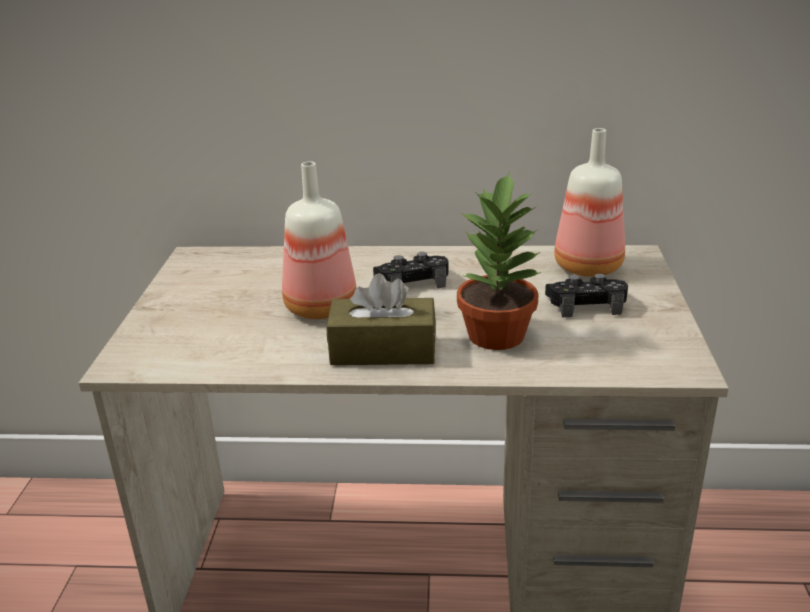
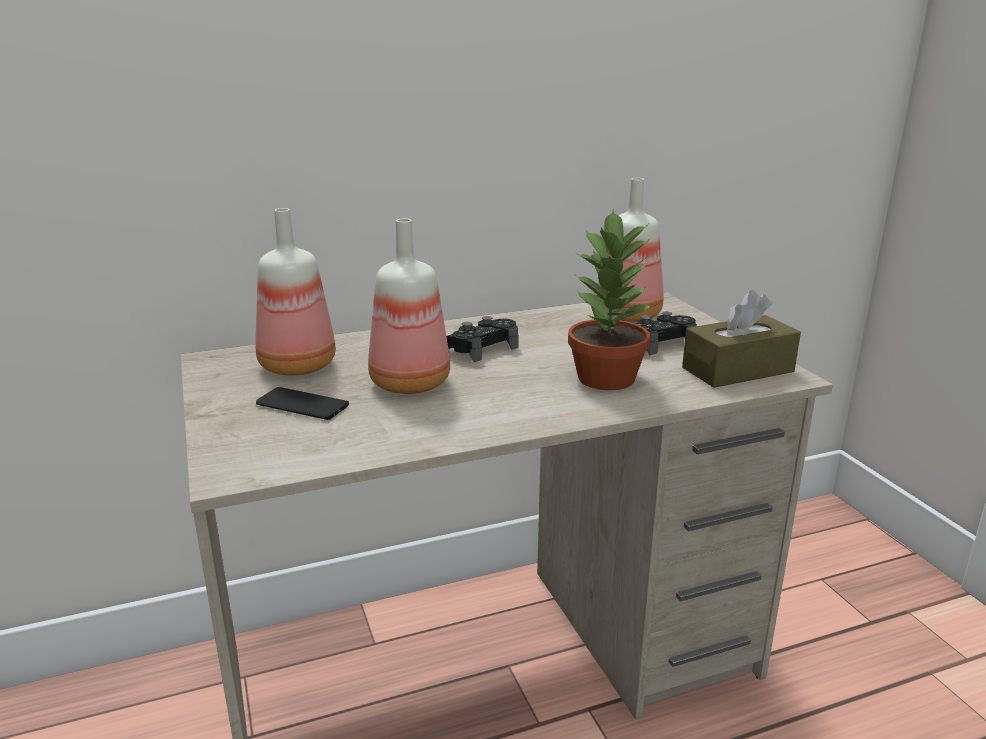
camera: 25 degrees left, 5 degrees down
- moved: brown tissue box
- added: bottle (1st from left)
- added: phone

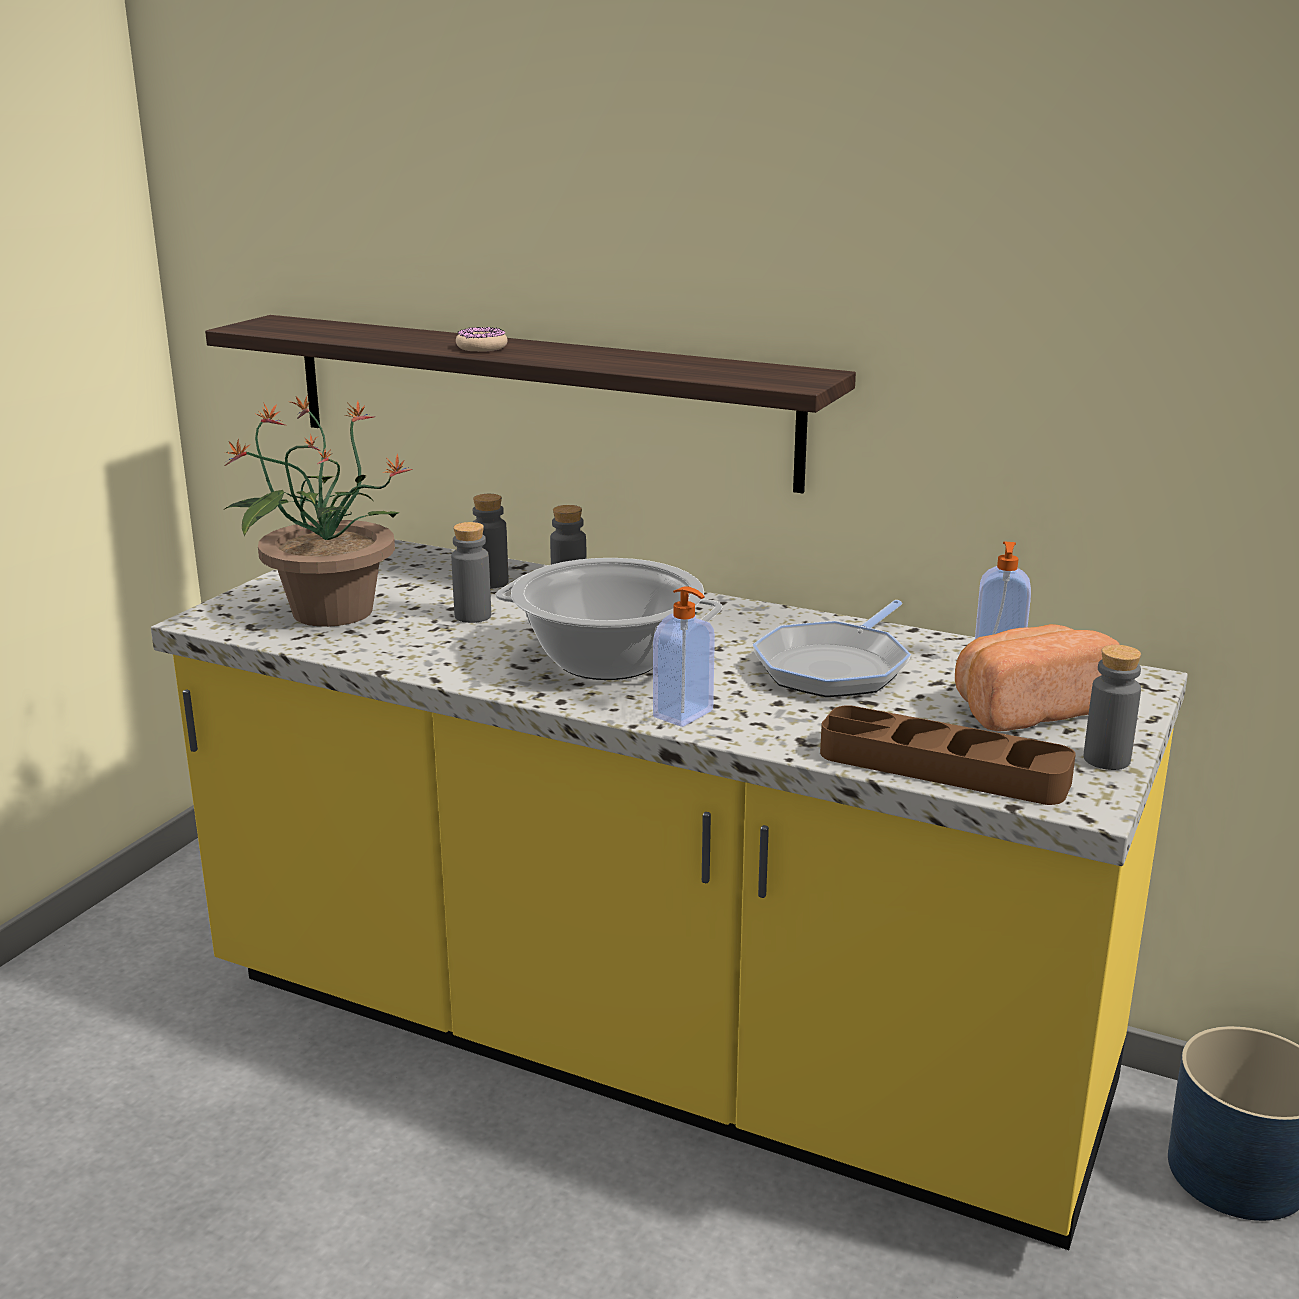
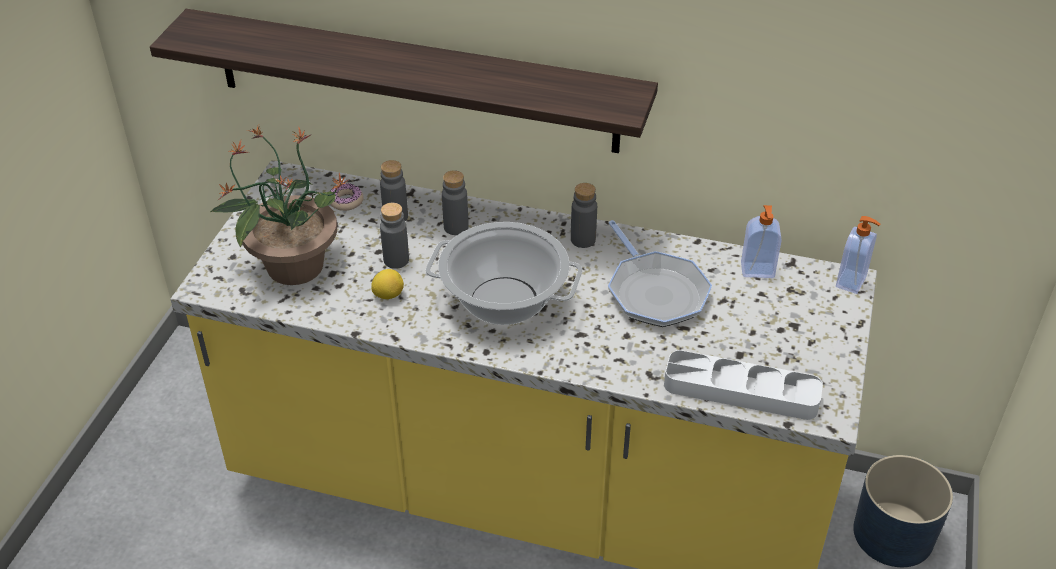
camera: 10 degrees left, 20 degrees up
- moved: donut
- moved: soap dispenser (1st from left in the first image) to soap dispenser (2nd from left)
- turned: frying pan 45 degrees counterclockwise
- removed: bread
- moved: grey bottle (4th from left)
- recoloured: brown tray to grey tray
- added: lemon

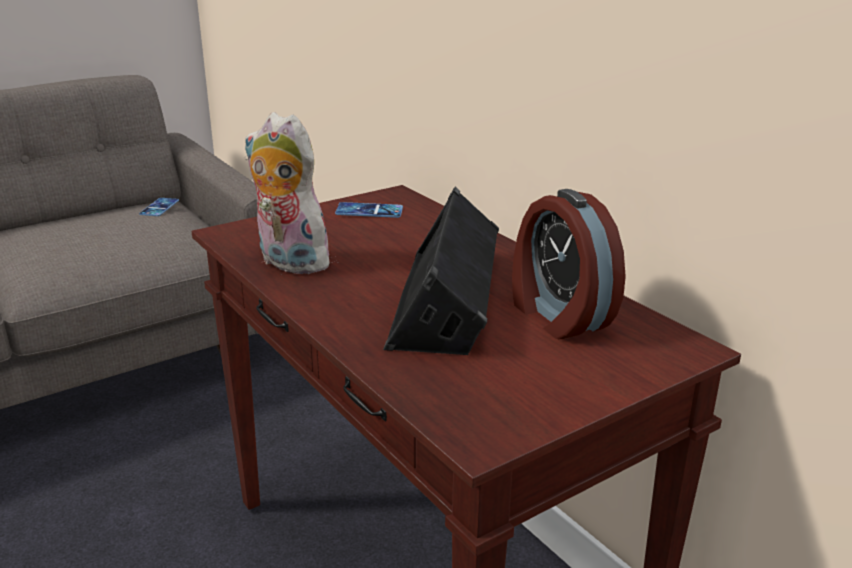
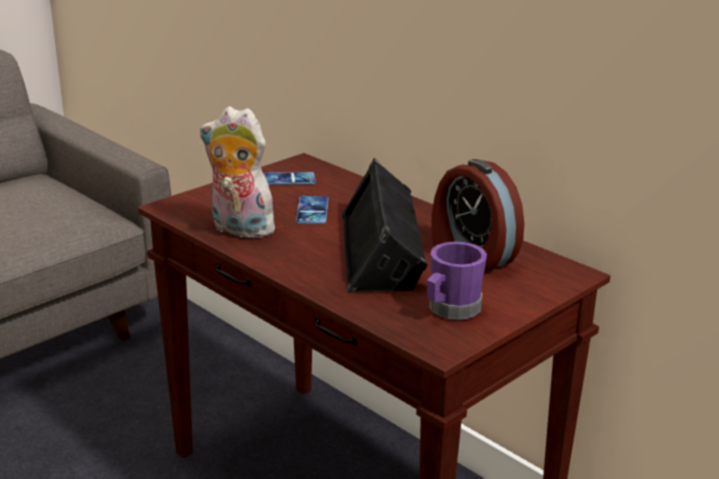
camera: 10 degrees left, 0 degrees up
- moved: phone (1st from left in the first image) to phone (2nd from left)
- added: purple mug

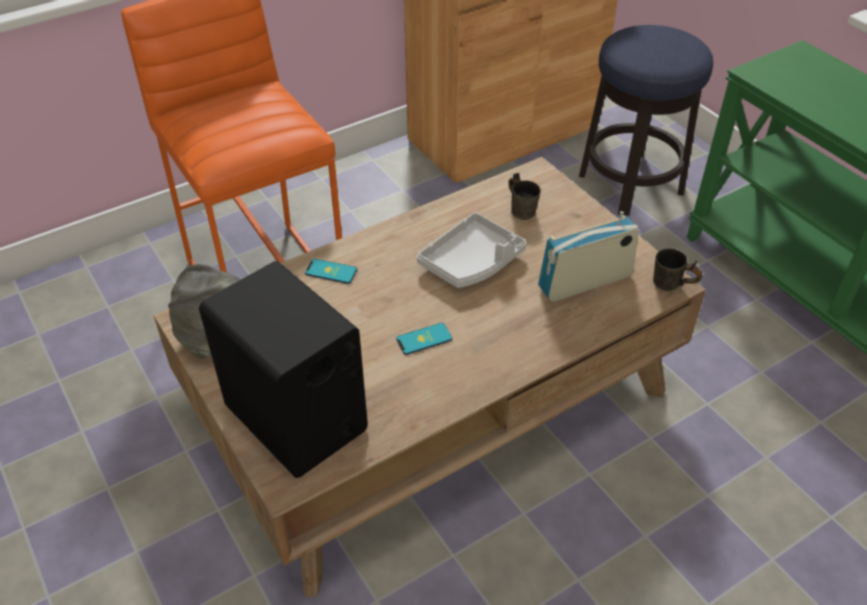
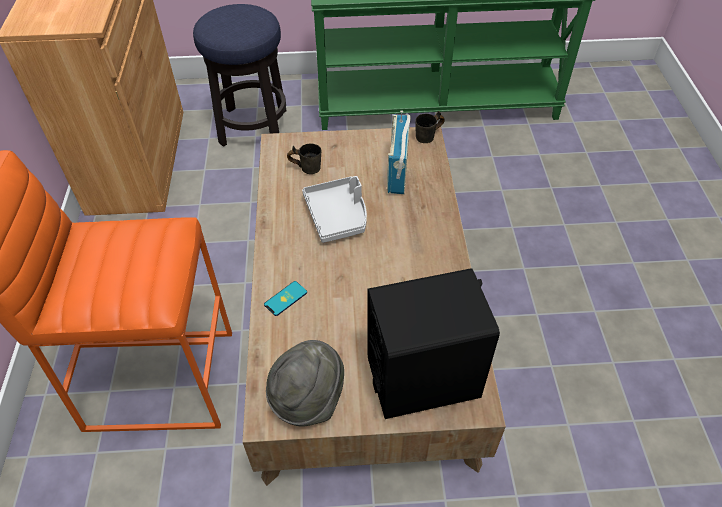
camera: 60 degrees left, 5 degrees up
- removed: phone (2nd from left)

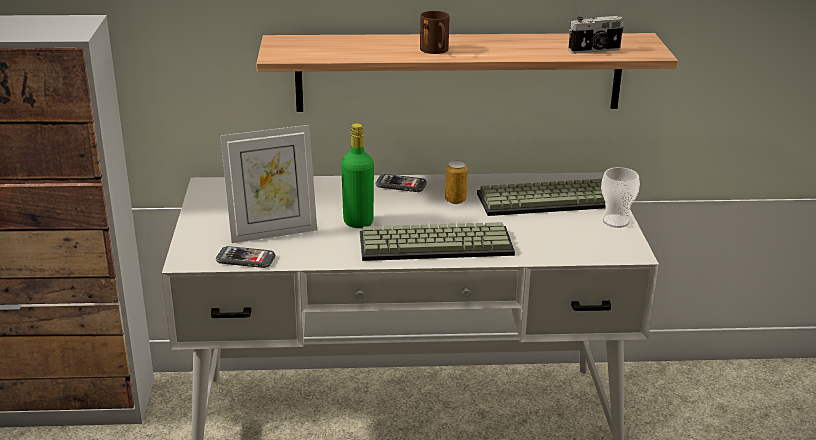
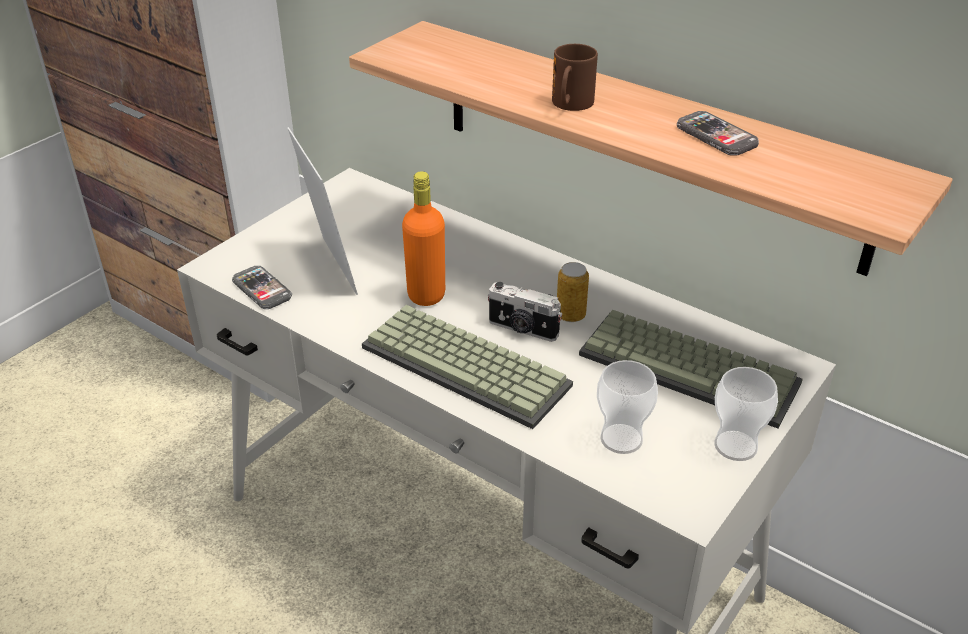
camera: 40 degrees right, 10 degrees up
- moved: photo camera
- recoloured: green bottle to orange bottle
- turned: picture frame 135 degrees counterclockwise
- moved: phone (2nd from left)
- added: cup (1st from left)

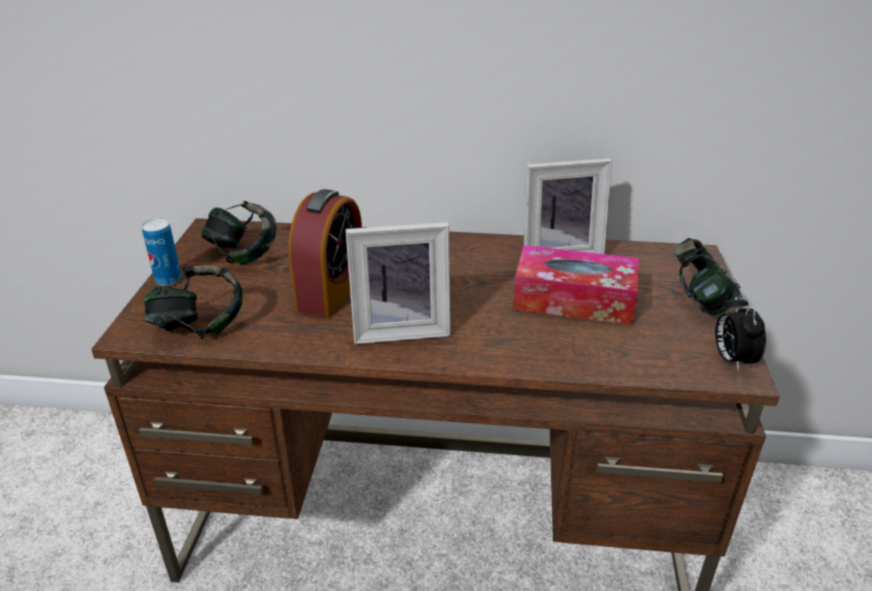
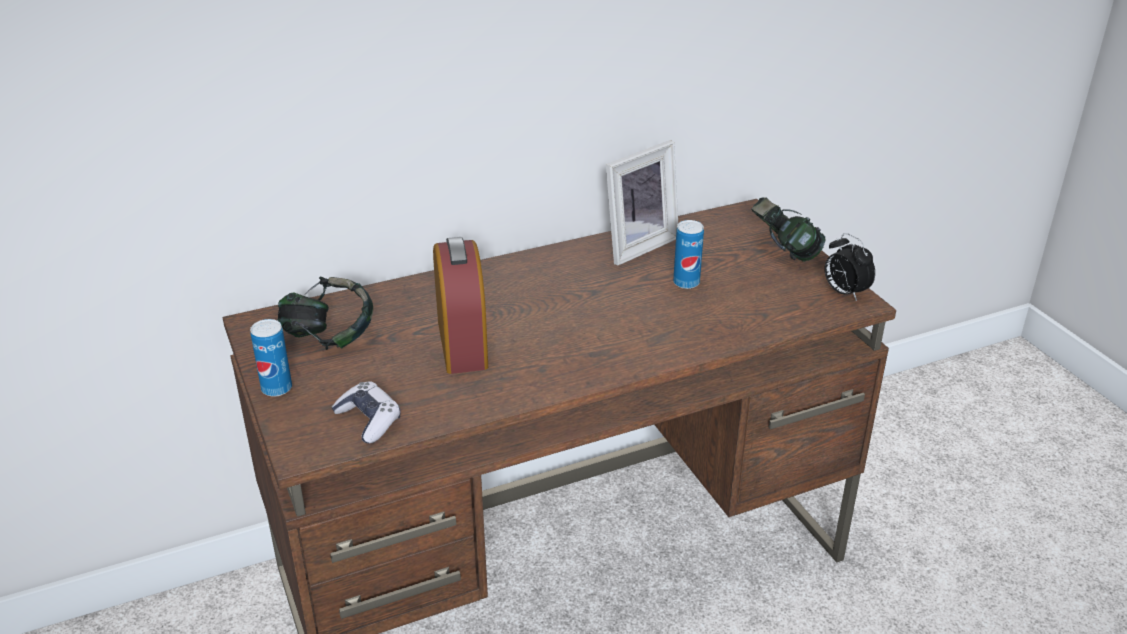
camera: 30 degrees left, 0 degrees up
- removed: picture frame (1st from left)
- replaced: tissue box to can (2nd from left)
- replaced: headphones (1st from left) to game controller

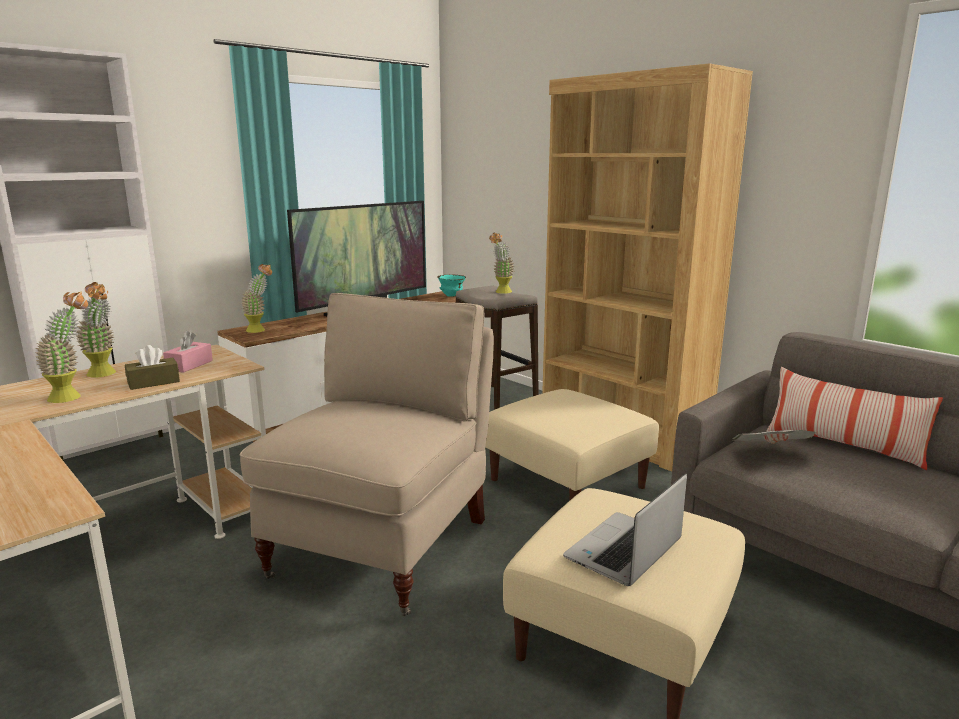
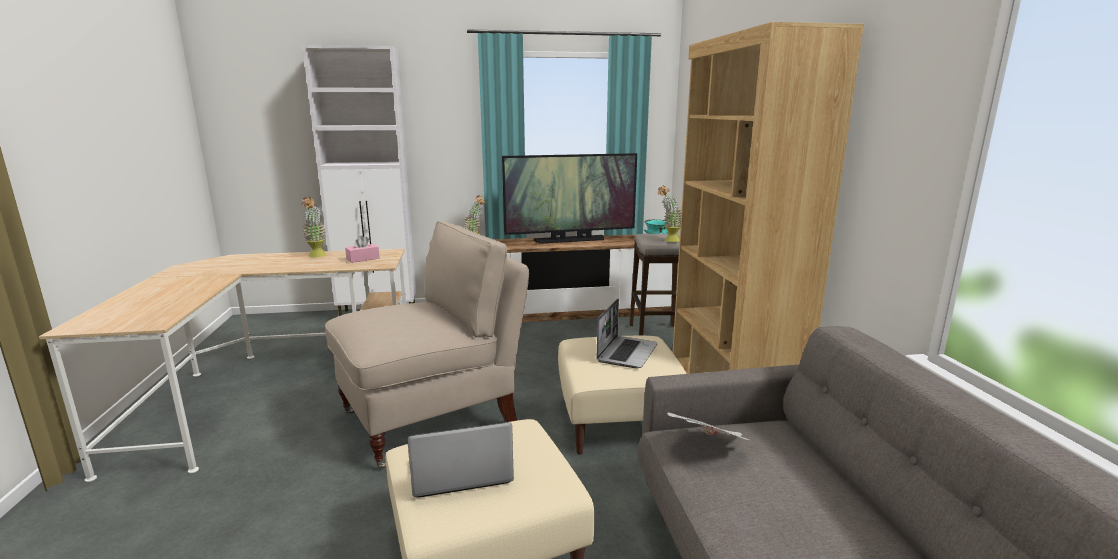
camera: 35 degrees right, 0 degrees up
- removed: potted plant (1st from left)
- removed: brown tissue box
- removed: pillow
- added: laptop (2nd from left)

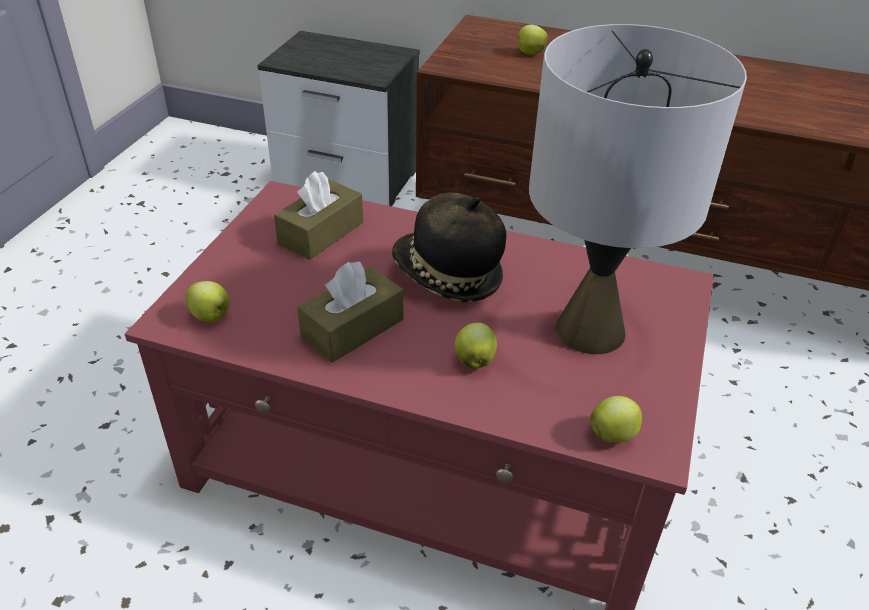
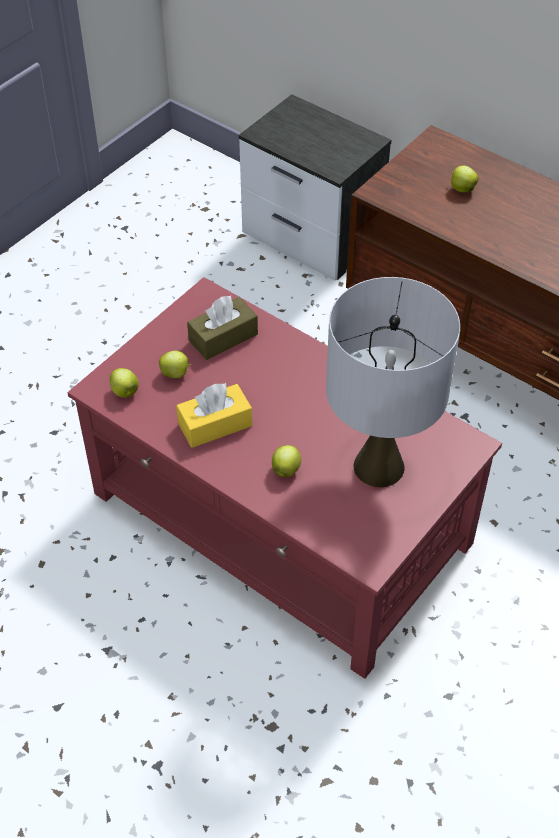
camera: 20 degrees right, 10 degrees up
- removed: hat
- recoloured: brown tissue box (2nd from left) to yellow tissue box
- moved: apple (4th from left in the first image) to apple (2nd from left)

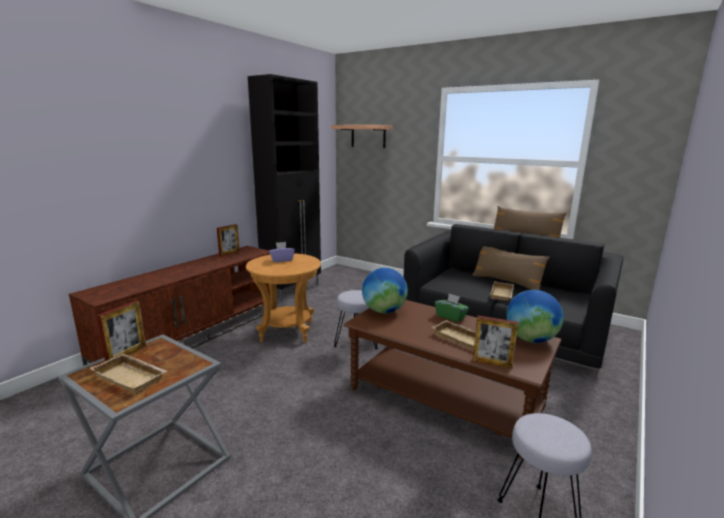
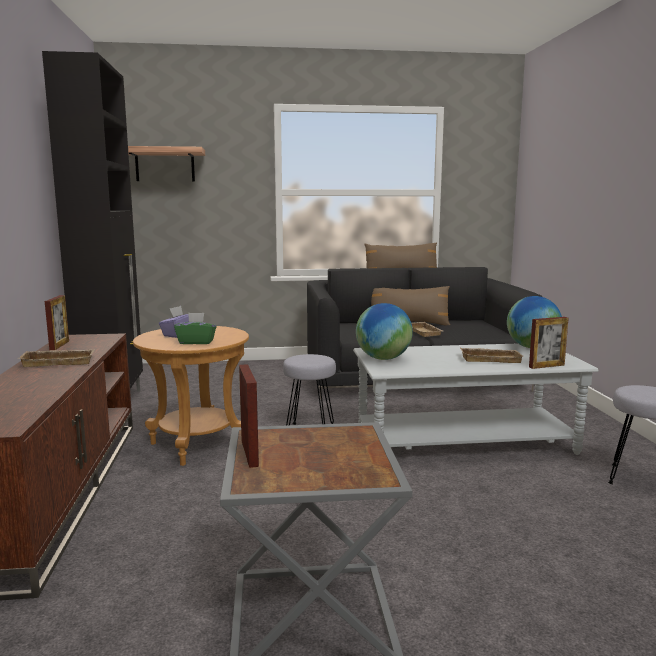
camera: 40 degrees left, 5 degrees down
- moved: green tissue box
- recoloured: brown coffee table to grey coffee table
- moved: beige tray (1st from left)

